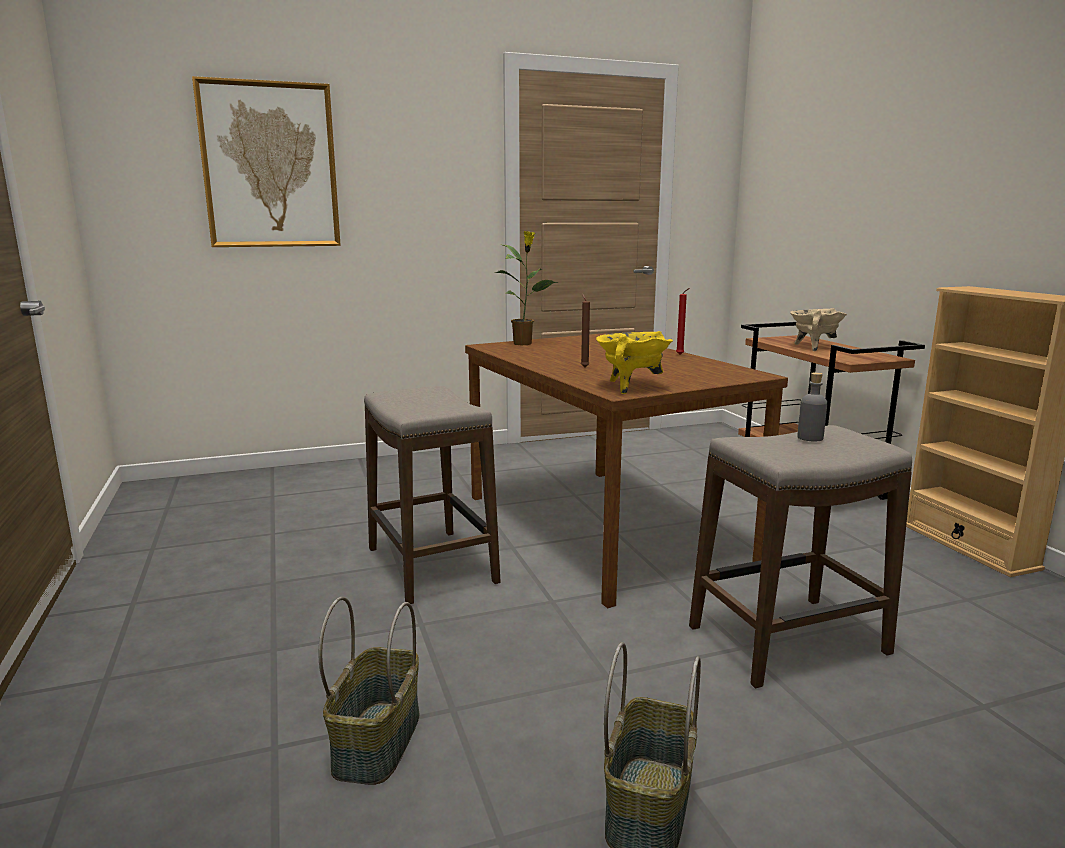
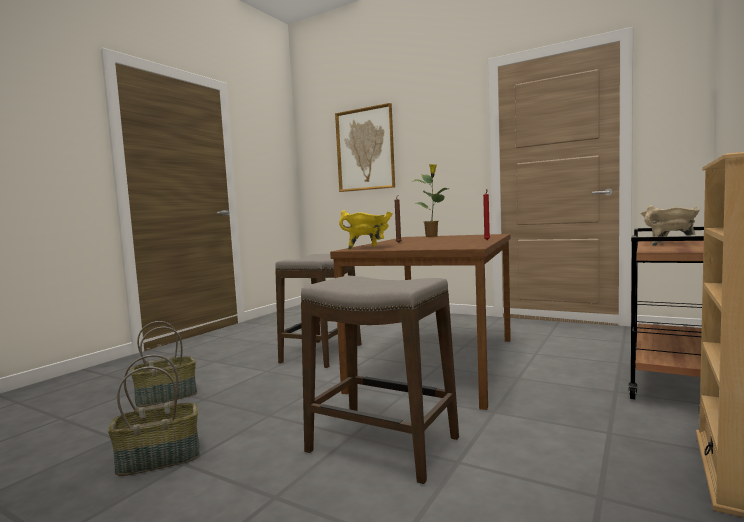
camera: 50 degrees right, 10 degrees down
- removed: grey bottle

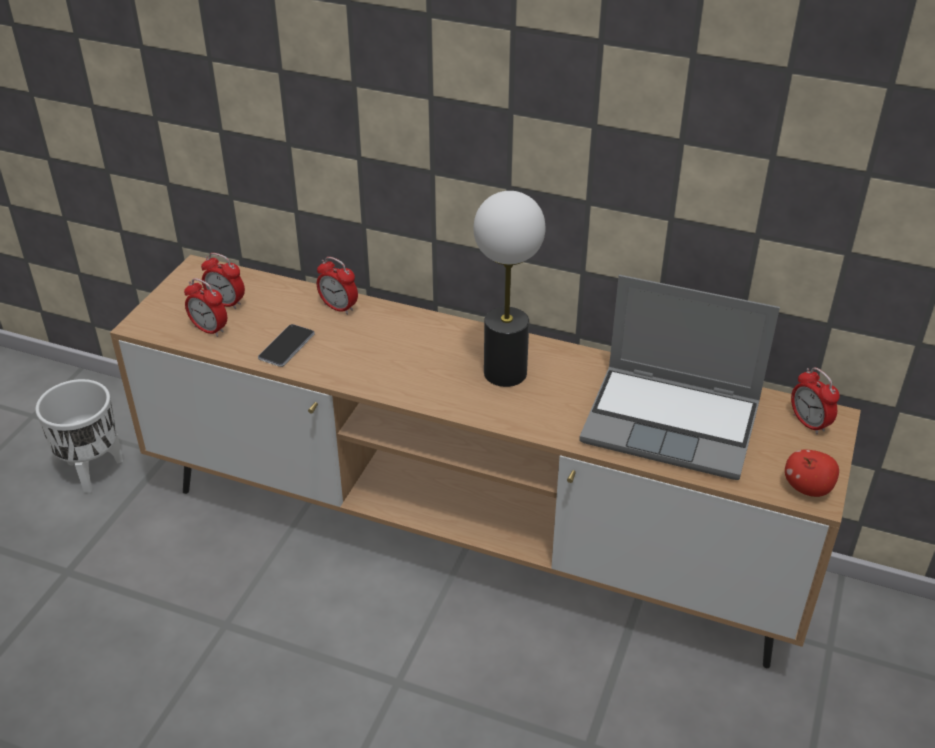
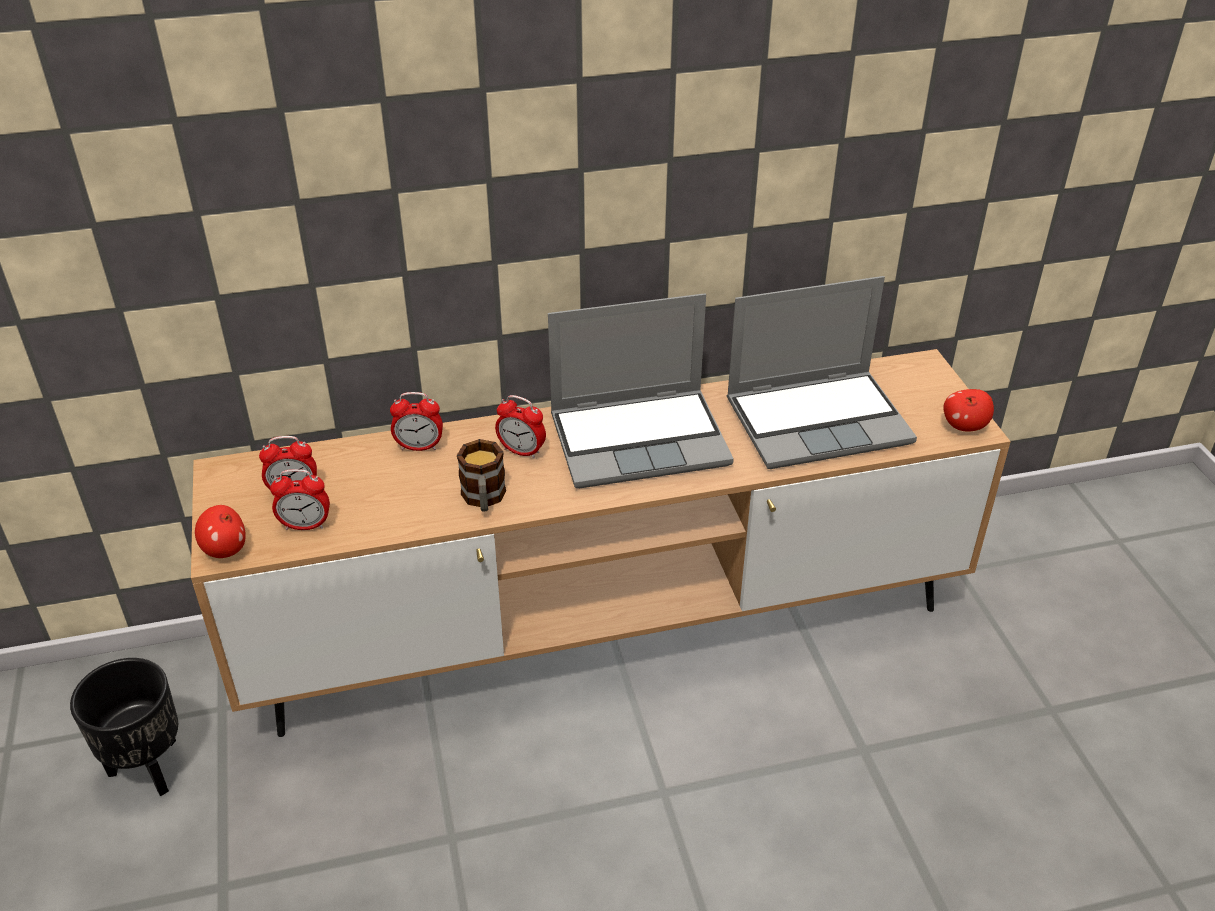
camera: 35 degrees left, 0 degrees up
- replaced: table lamp to laptop (1st from left)
- removed: phone
- moved: alarm clock (4th from left)
- recoloured: white planter to black planter
- added: mug
- added: apple (1st from left)

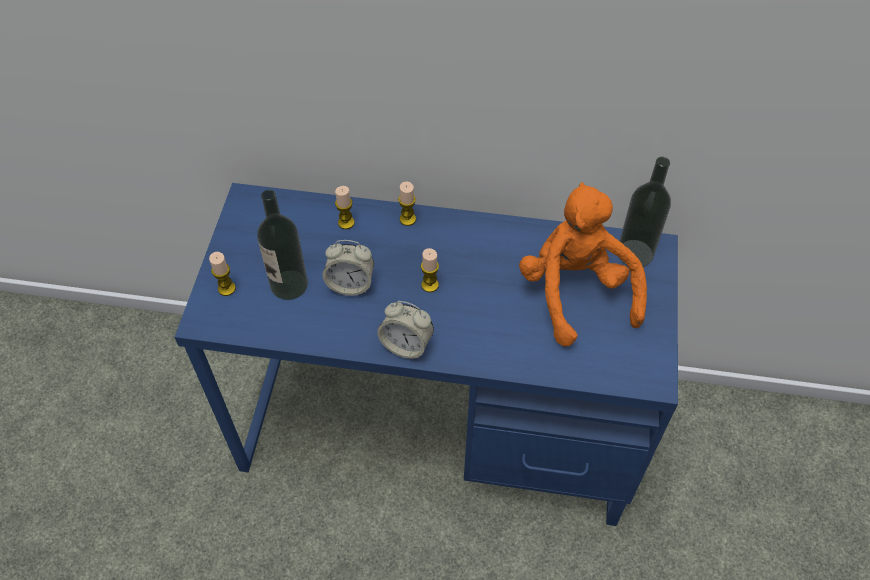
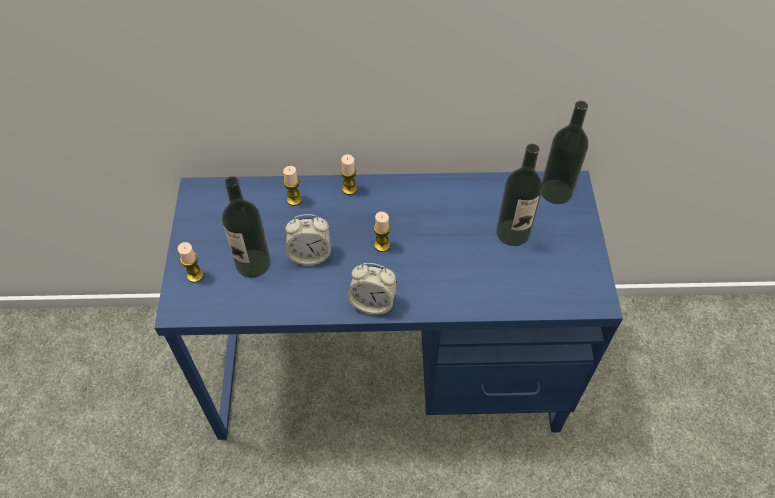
camera: 10 degrees left, 0 degrees up
- replaced: orange plush toy to bottle (2nd from left)

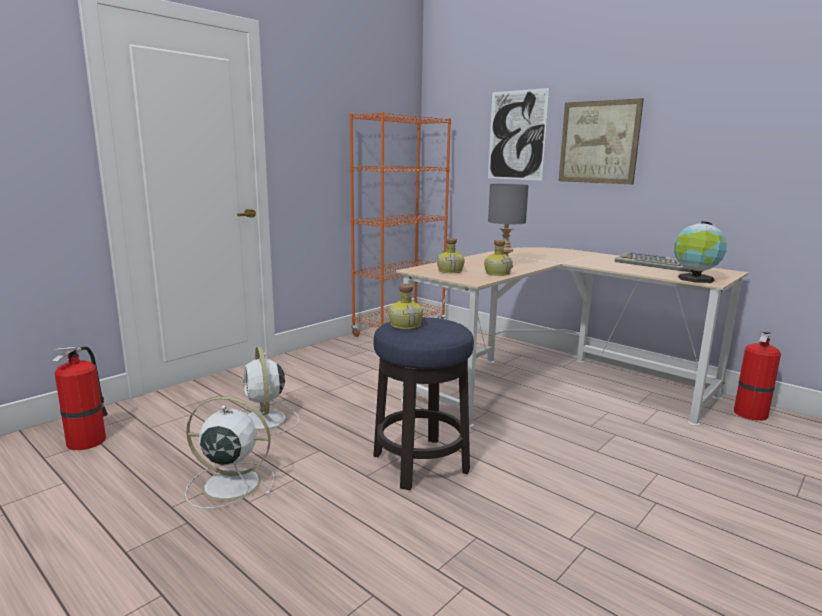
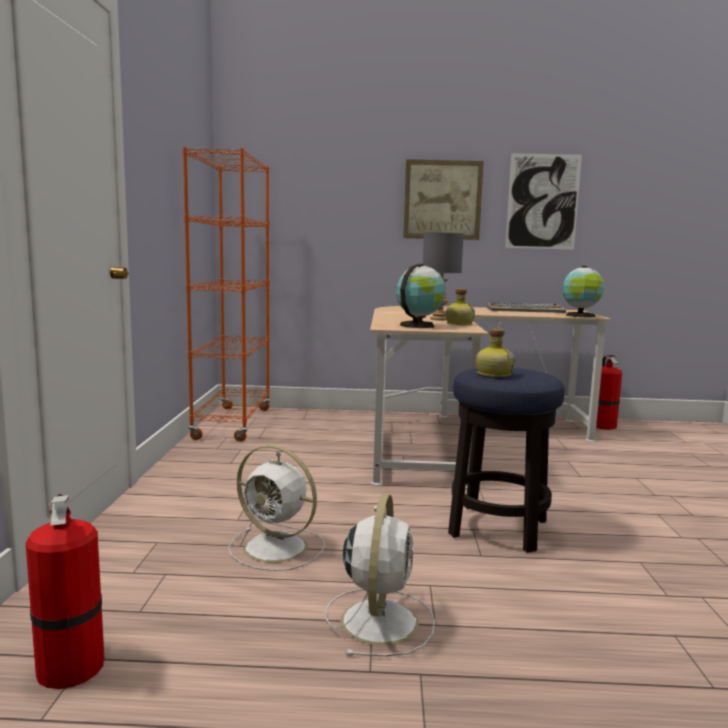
camera: 40 degrees left, 5 degrees down
- moved: picture (1st from left in the first image) to picture (2nd from left)
- replaced: bottle (2nd from left) to globe (1st from left)
- turned: white fan (1st from left in the first image) 135 degrees clockwise

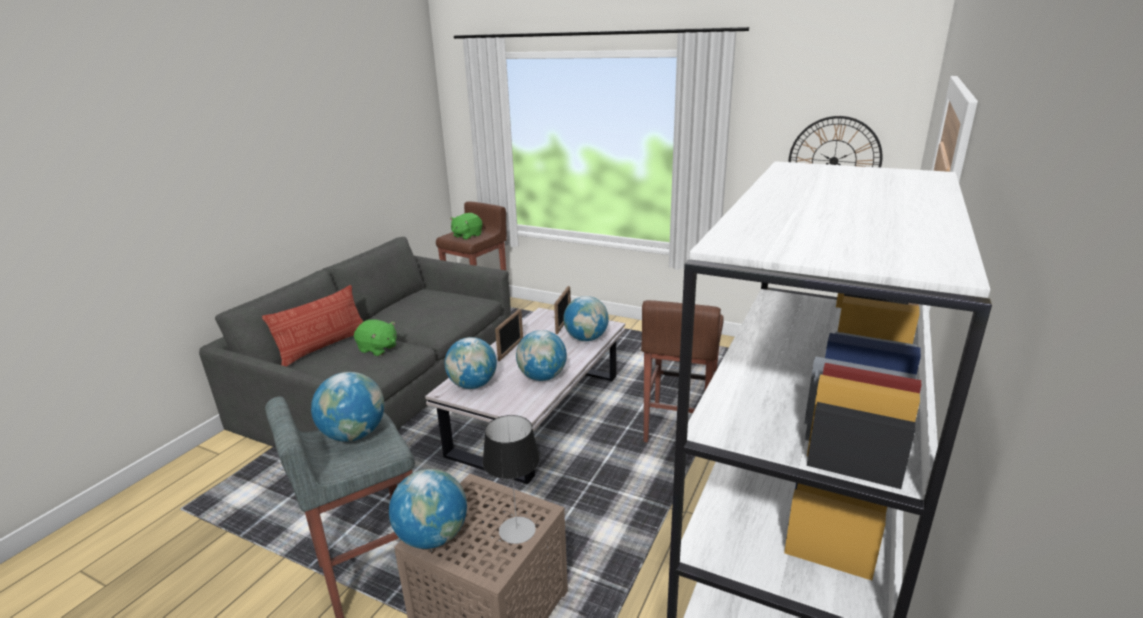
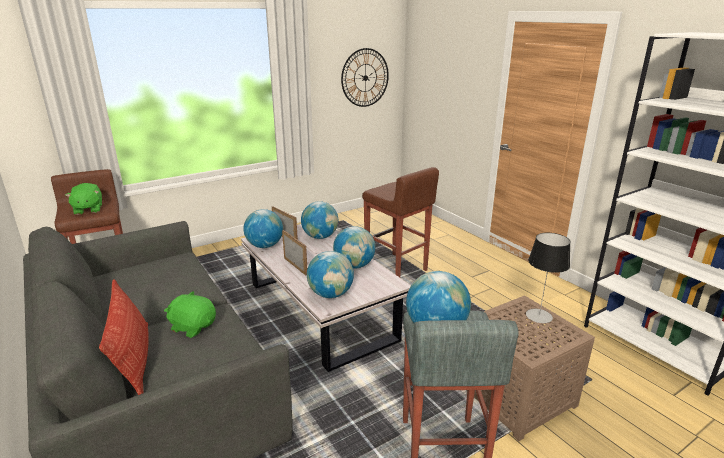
camera: 60 degrees left, 0 degrees up
- turned: green plush toy (1st from left in the first image) 120 degrees counterclockwise
- moved: globe (2nd from left in the first image) to globe (1st from left)

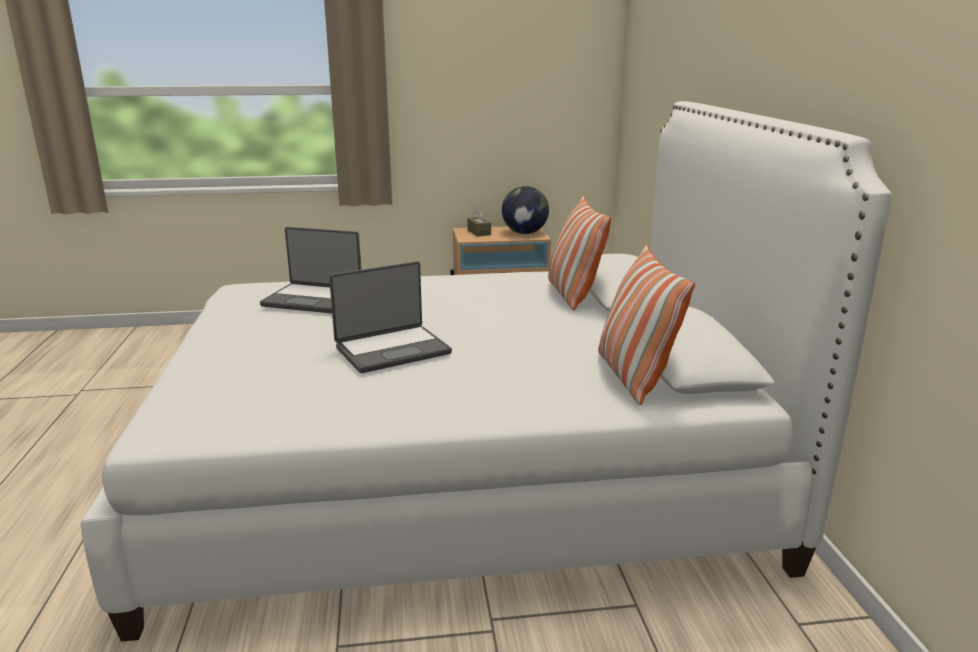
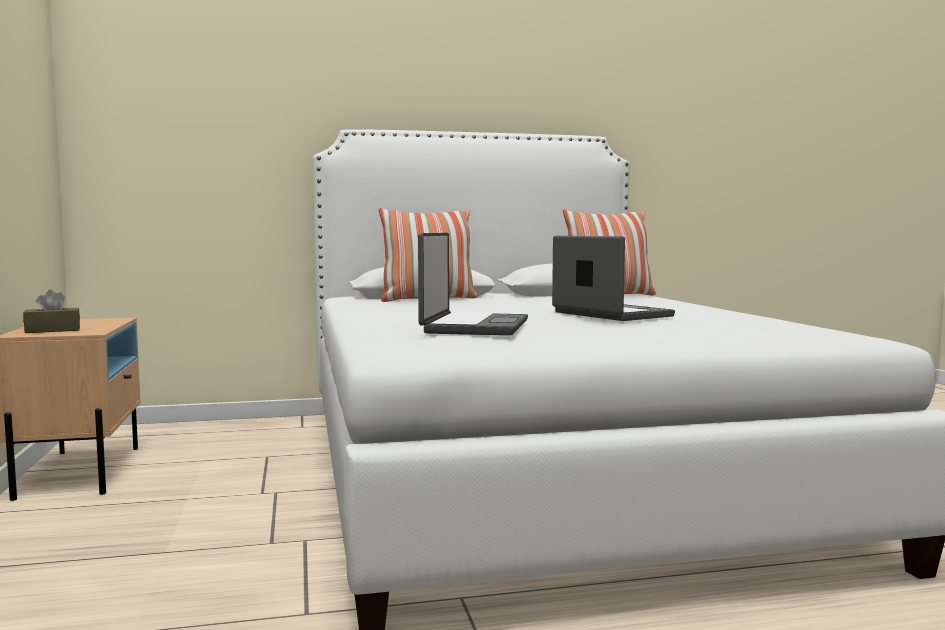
camera: 95 degrees left, 15 degrees down
- removed: globe

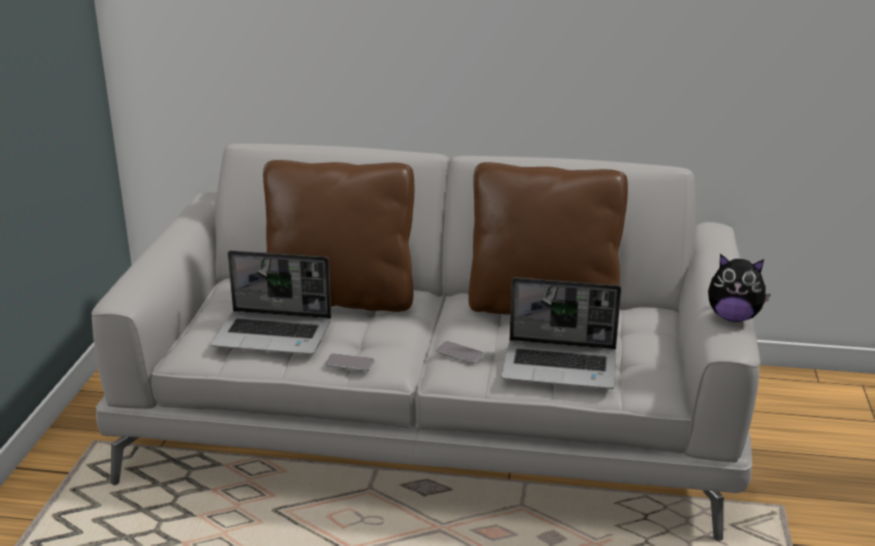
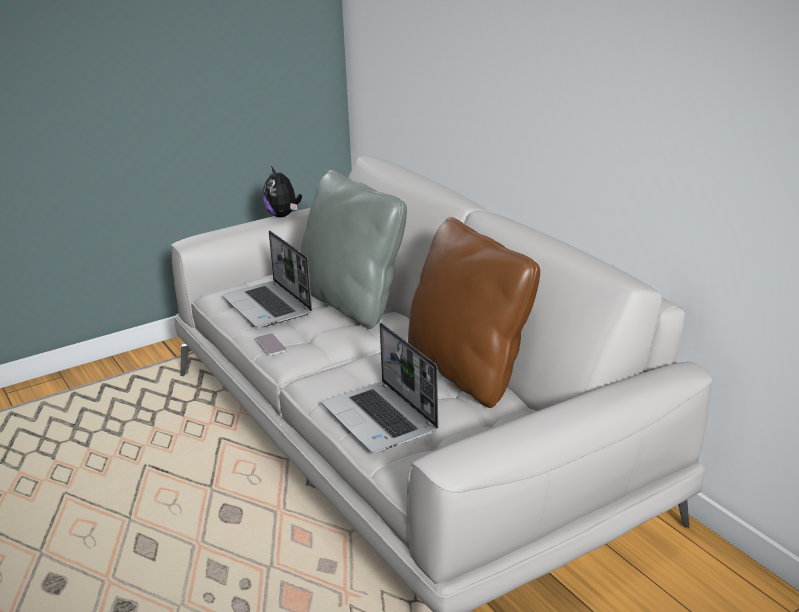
camera: 50 degrees right, 0 degrees up
- recoloured: brown pillow (1st from left) to grey pillow
- moved: plush toy
- removed: phone (2nd from left)

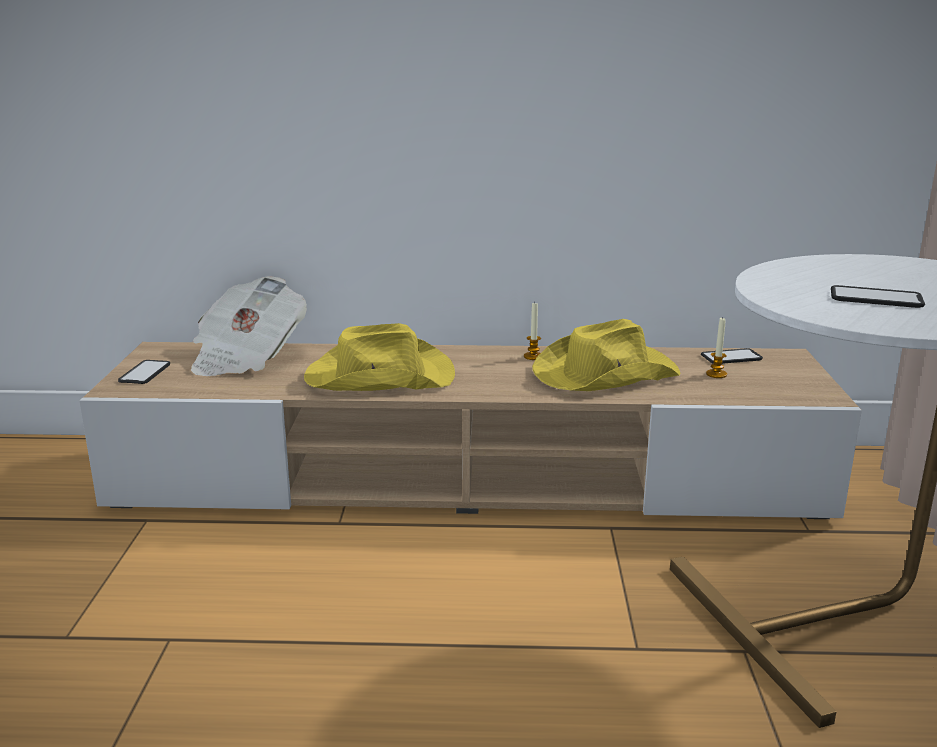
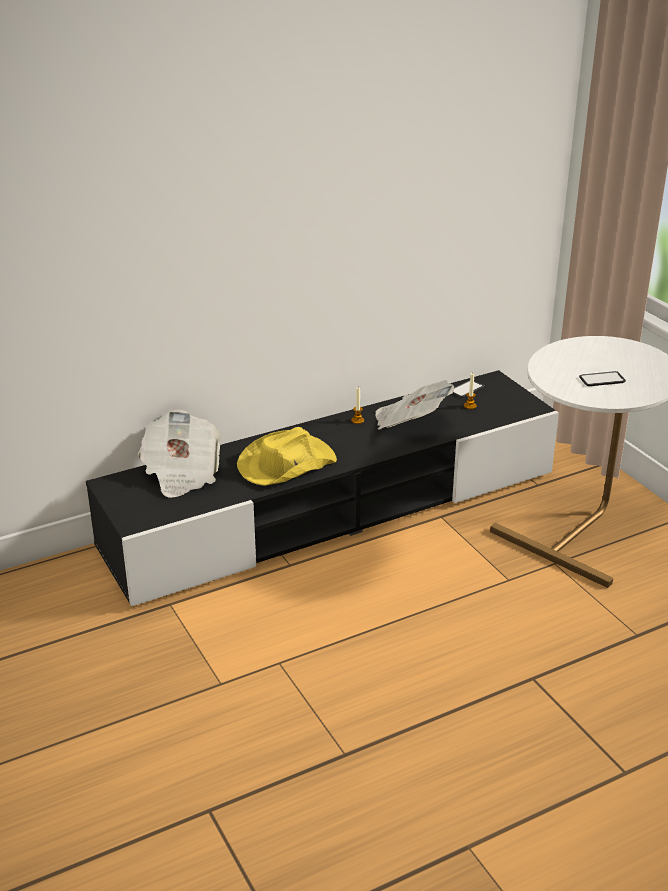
camera: 30 degrees left, 10 degrees up
- replaced: yellow hat (2nd from left) to newspaper (2nd from left)
- recoloured: beige tv stand to black tv stand
- removed: phone (1st from left)

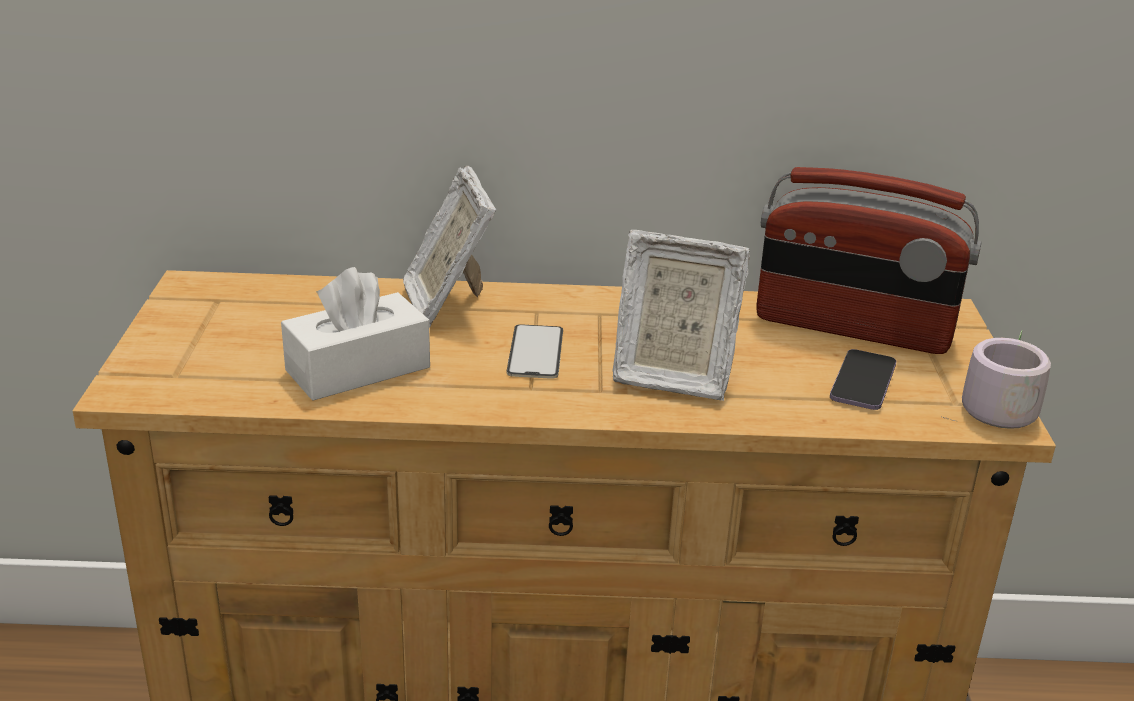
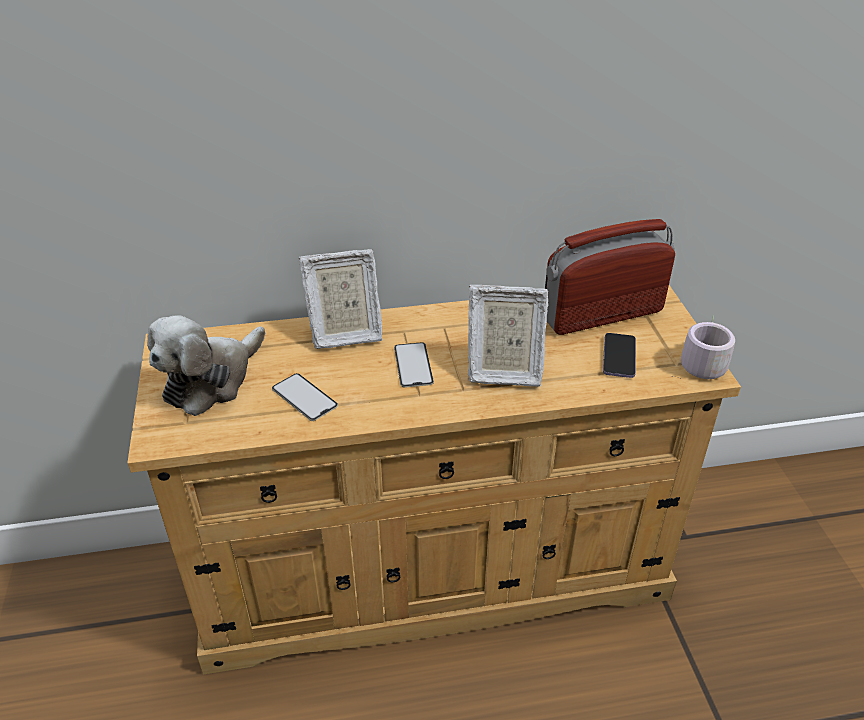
camera: 10 degrees left, 10 degrees up
- turned: picture frame (1st from left) 75 degrees counterclockwise
- turned: radio 150 degrees clockwise
- replaced: white tissue box to phone (1st from left)
- added: plush toy

